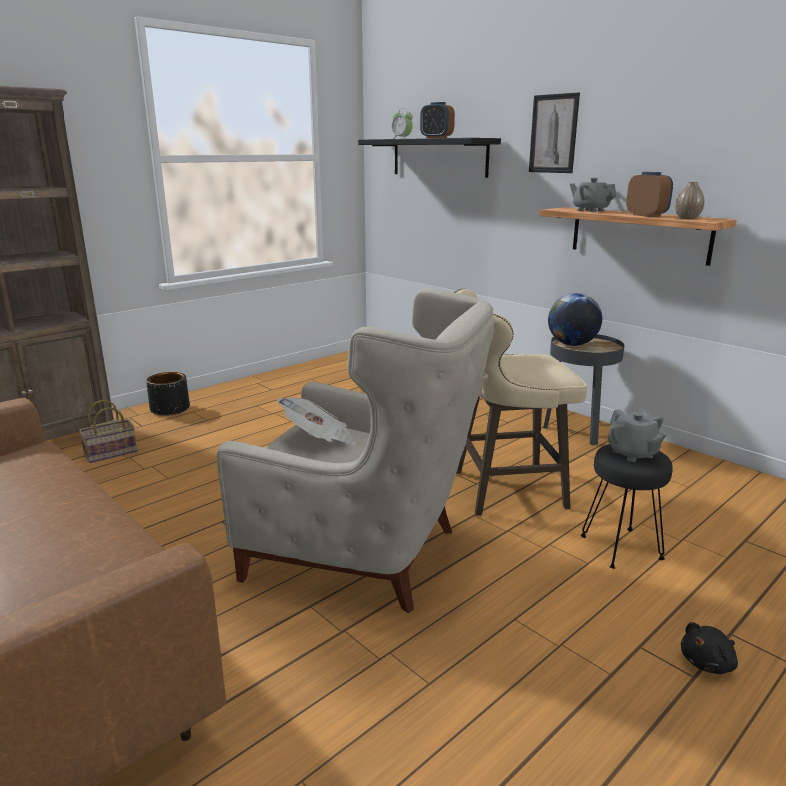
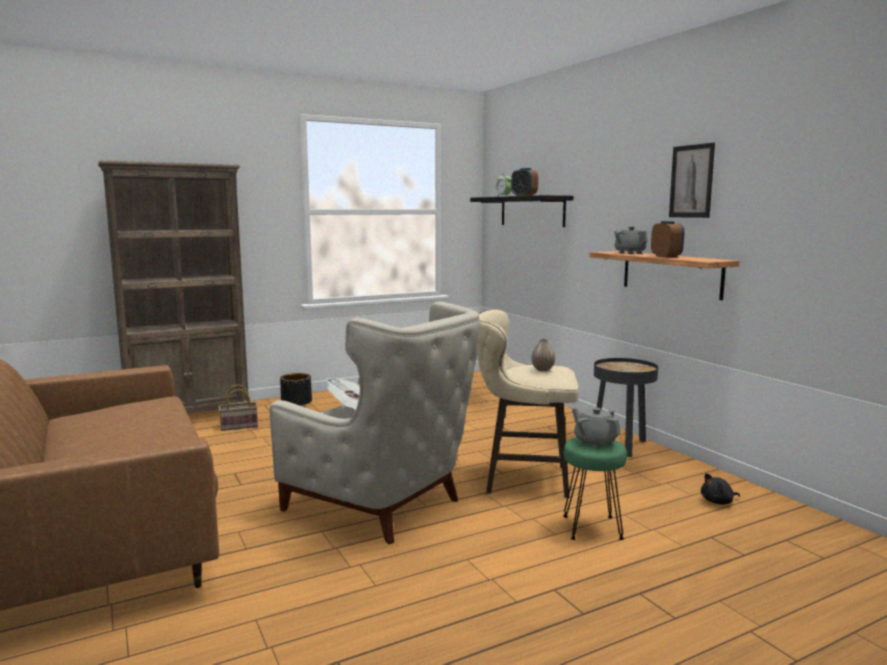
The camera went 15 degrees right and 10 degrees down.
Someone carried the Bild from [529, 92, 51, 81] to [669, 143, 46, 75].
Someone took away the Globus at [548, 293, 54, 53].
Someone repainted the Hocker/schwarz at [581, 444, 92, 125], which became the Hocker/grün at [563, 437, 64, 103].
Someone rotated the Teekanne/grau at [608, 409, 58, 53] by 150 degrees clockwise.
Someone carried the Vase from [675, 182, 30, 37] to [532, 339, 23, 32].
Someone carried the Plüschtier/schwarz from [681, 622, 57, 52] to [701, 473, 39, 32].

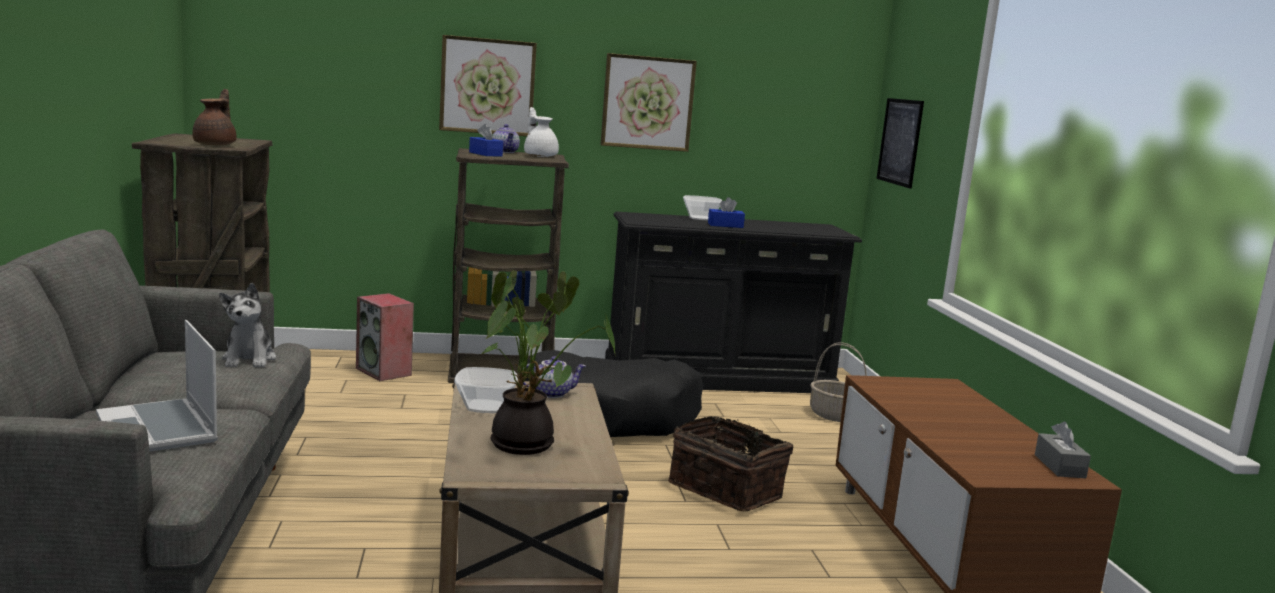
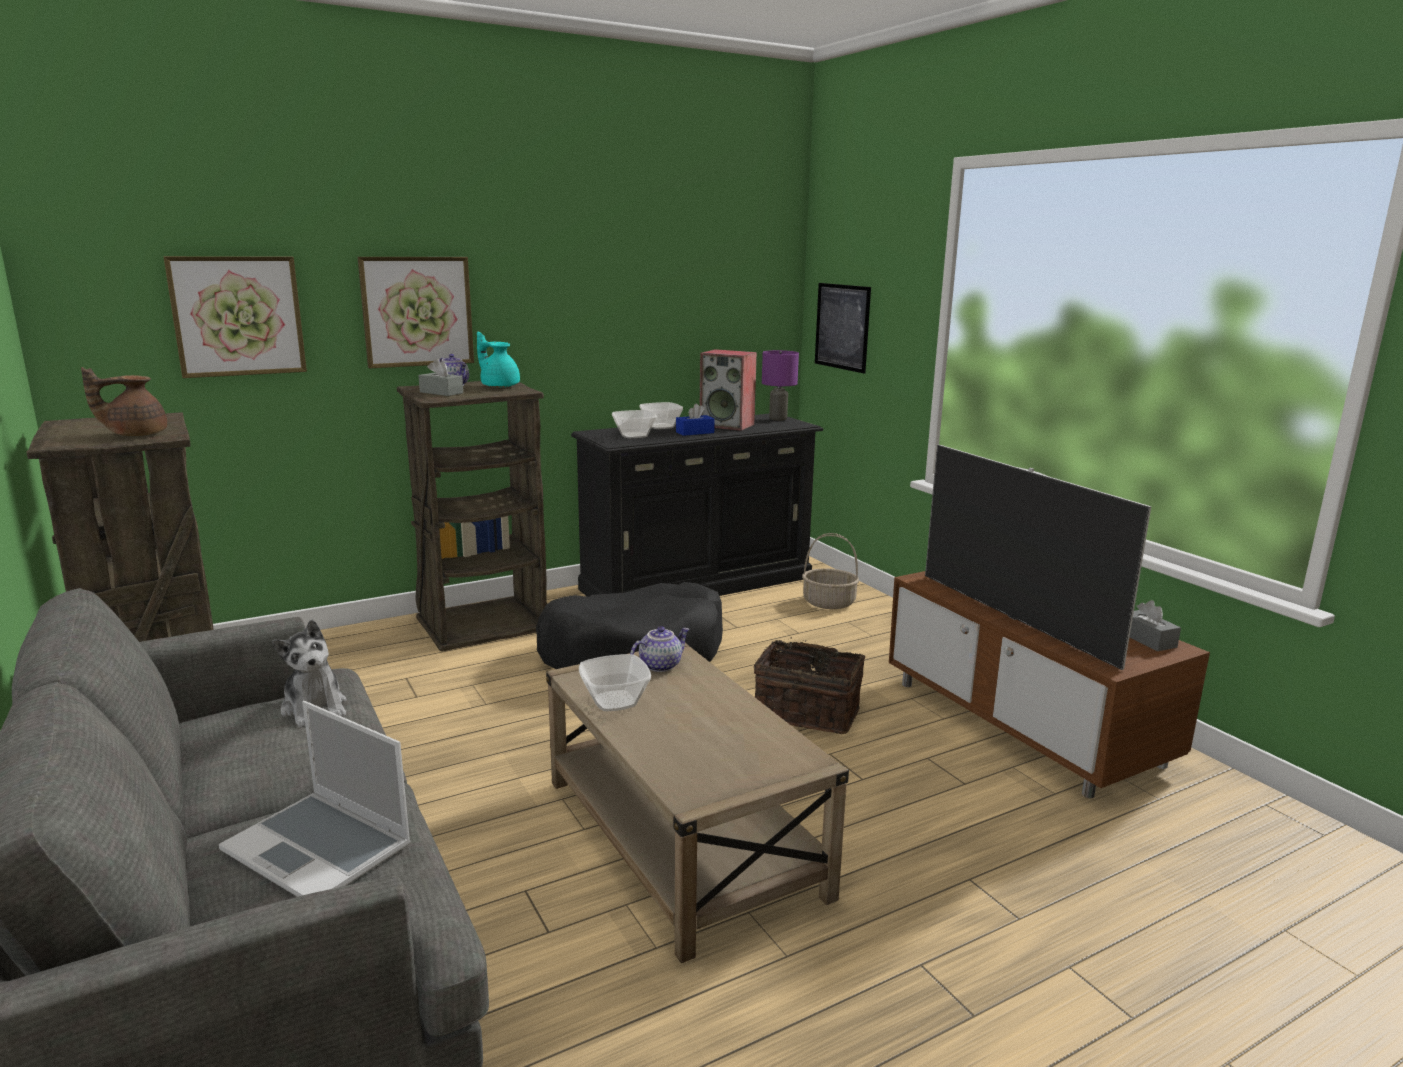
The camera went 20 degrees left and 5 degrees up.
Someone rotated the Teekanne/braun at [192, 89, 44, 56] by 105 degrees counterclockwise.
Someone carried the Lautsprecher from [356, 293, 58, 88] to [700, 349, 57, 82].
Someone repainted the Taschentuchbox/blau at [469, 124, 34, 33], which became the Taschentuchbox/grau at [418, 359, 45, 37].
Someone took away the Topfpflanze at [480, 270, 136, 185].
Someone repainted the Teekanne/weiß at [524, 107, 35, 50], which became the Teekanne/türkis at [477, 332, 43, 55].
Someone carried the Bild from [601, 53, 96, 99] to [164, 256, 143, 122].
Someone put down the Schüssel at [612, 410, 45, 28].
Someone put down the Tischlampe/lila at [762, 350, 37, 71].
Someone put down the Fernseher at [925, 445, 226, 225].

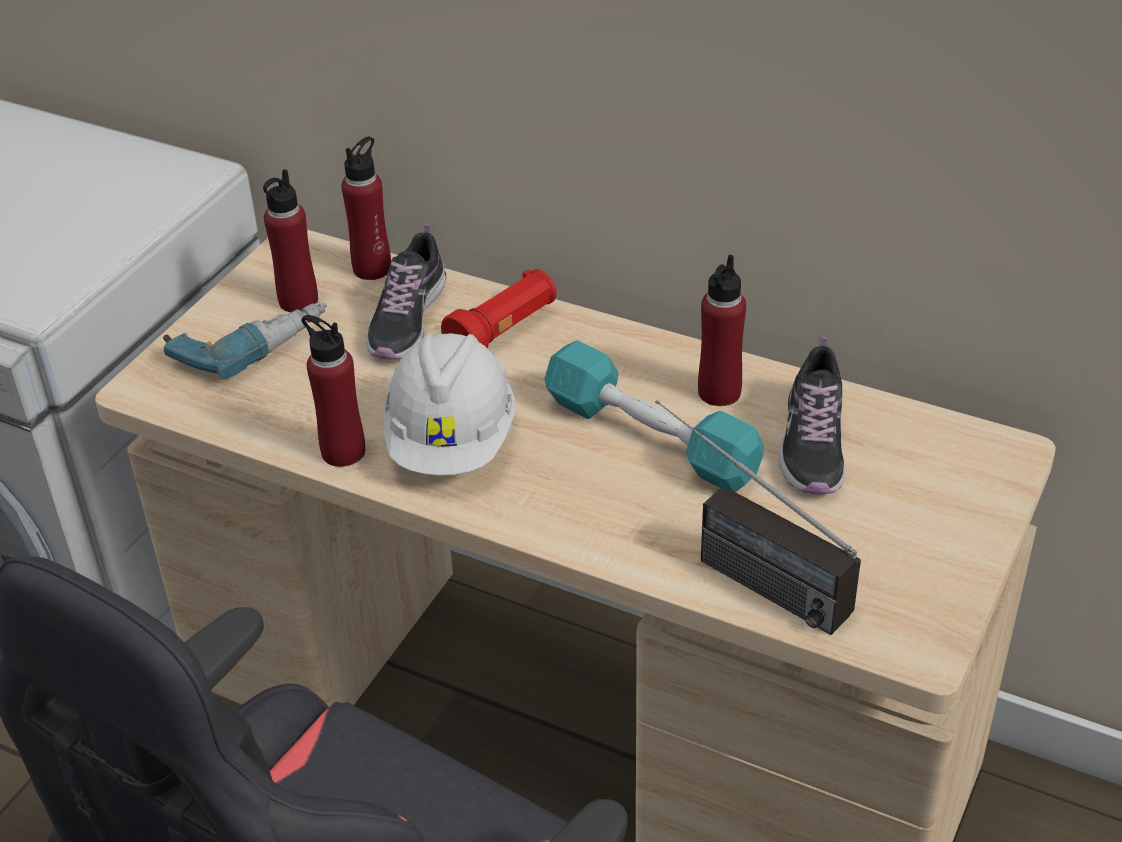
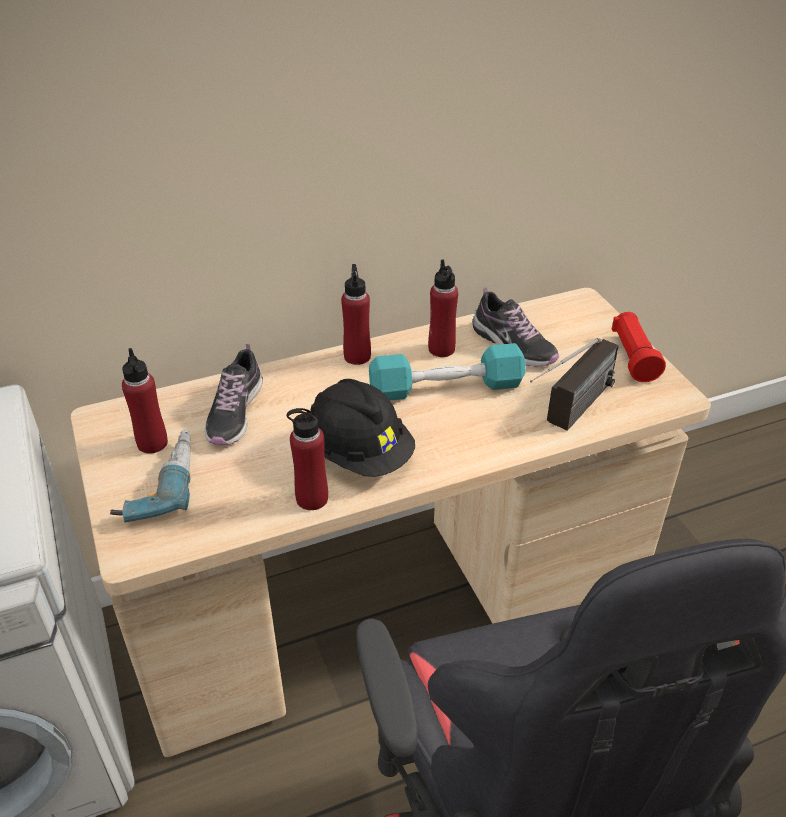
The camera went 50 degrees left and 0 degrees up.
Someone carried the Flasche/rot from [341, 137, 50, 143] to [341, 264, 30, 101].
Someone rotated the Schuh at [366, 224, 80, 136] by 45 degrees clockwise.
Someone repainted the Schutzhelm/weiß at [383, 333, 132, 143], which became the Schutzhelm/schwarz at [314, 379, 101, 98].
Someone carried the Taschenlampe/rot from [441, 269, 116, 79] to [612, 312, 54, 70].
Someone rotated the Radio at [655, 400, 206, 235] by 45 degrees counterclockwise.

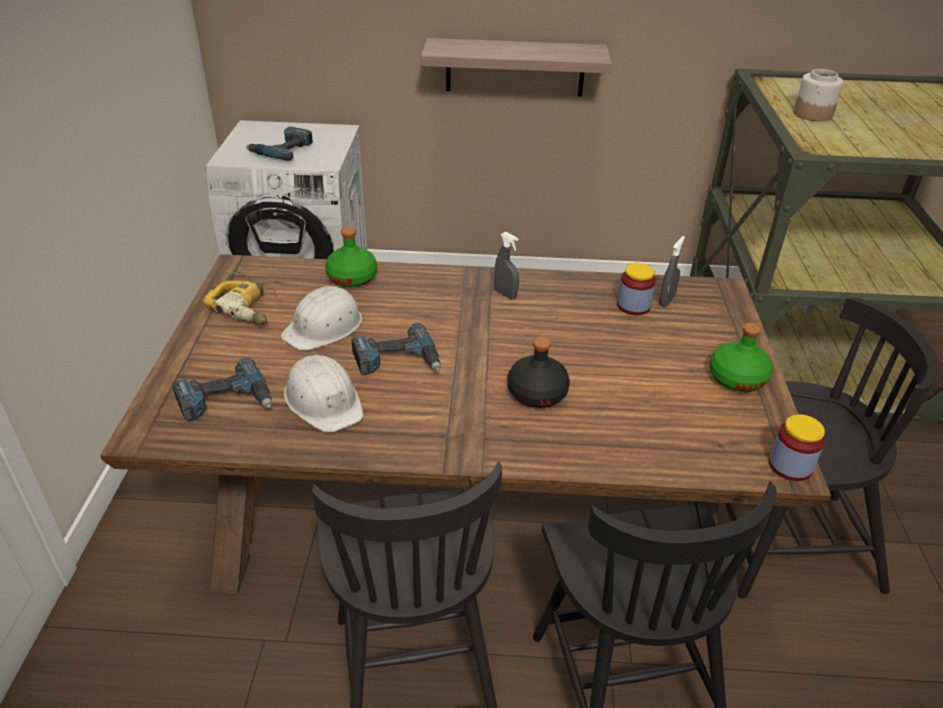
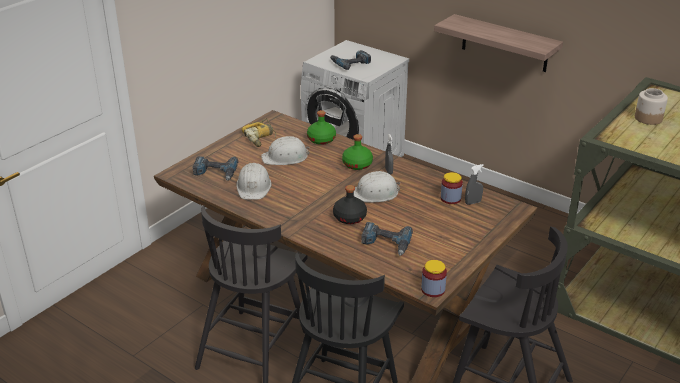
The camera went 35 degrees right and 5 degrees down.
Someone carried the Bohrmaschine from [351, 323, 90, 52] to [361, 222, 52, 34].
Someone carried the Flasche/grün from [709, 323, 64, 69] to [342, 134, 31, 36].
Someone put down the Schutzhelm/weiß at [354, 171, 46, 32].

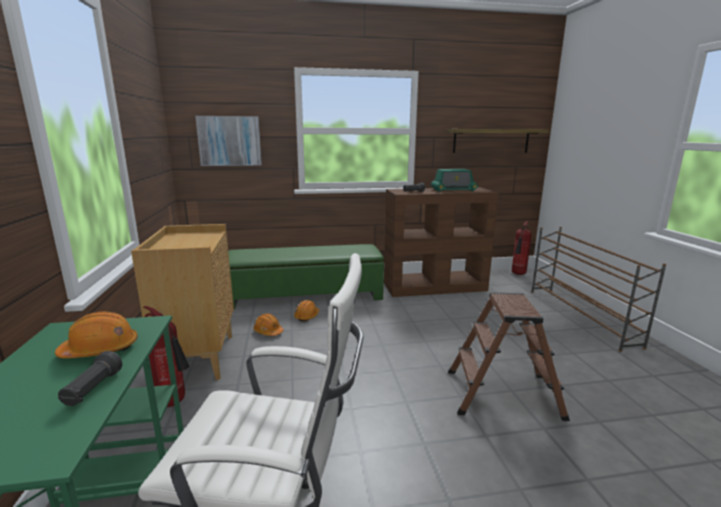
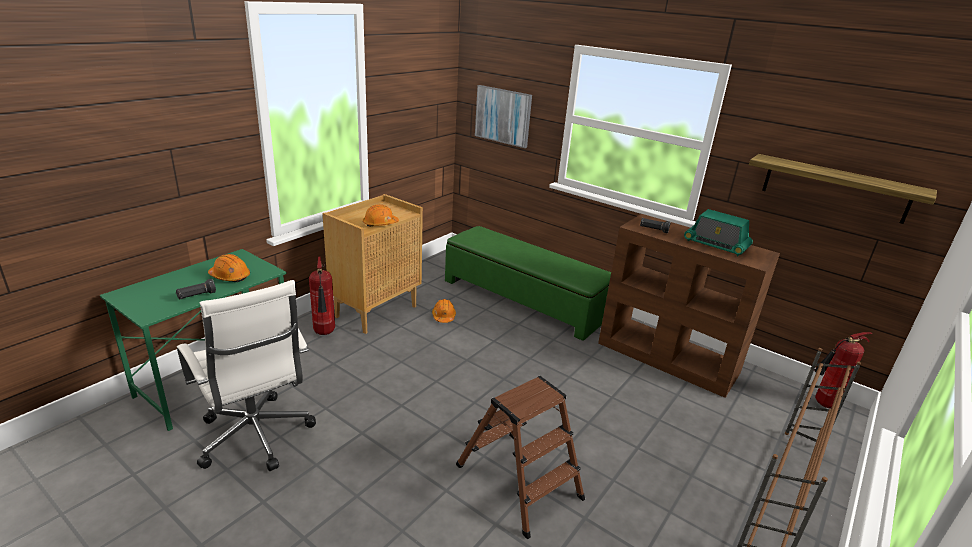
The camera went 45 degrees right and 10 degrees up.
Someone carried the Schutzhelm/orange from [294, 300, 25, 22] to [363, 204, 36, 23].

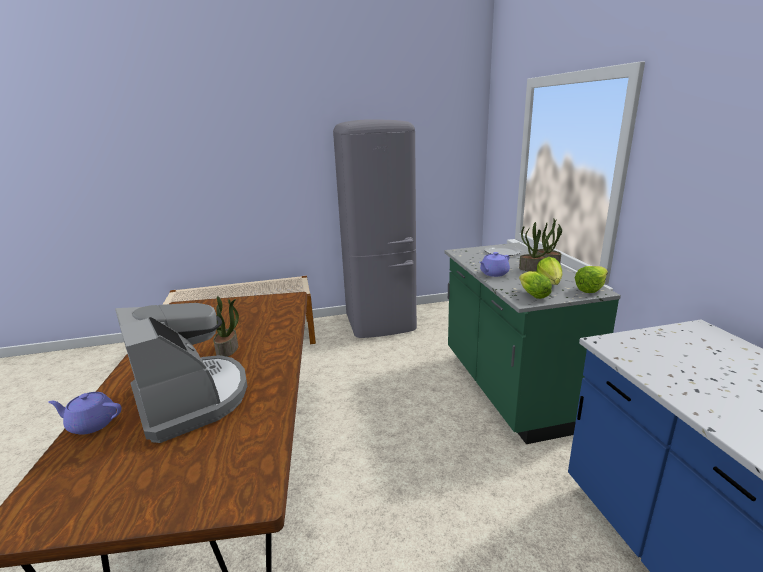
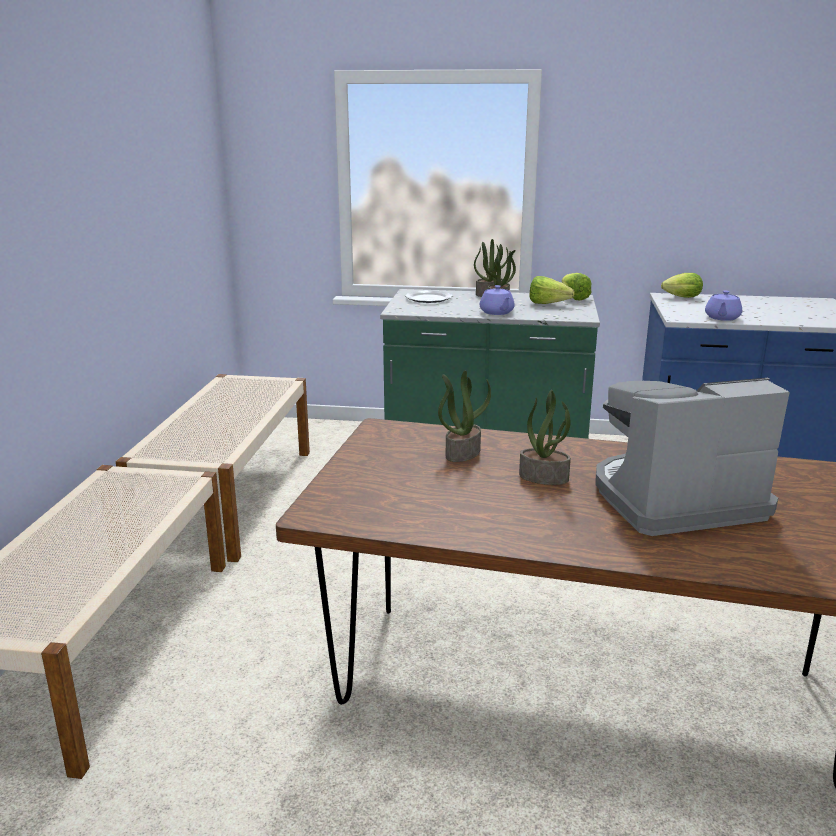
The camera went 70 degrees left and 0 degrees up.
Someone carried the Teekanne/lila from [48, 392, 74, 43] to [705, 291, 37, 30].
Someone swapped the Kühlschrank/grau at [333, 119, 84, 219] for the Bank/beige at [116, 374, 194, 188].
Someone carried the Salatkopf from [519, 271, 33, 28] to [661, 273, 42, 25].
Someone put down the Topfpflanze at [438, 371, 53, 91].

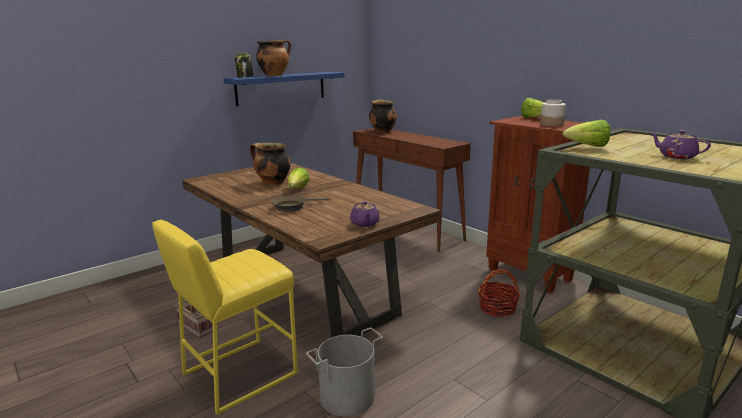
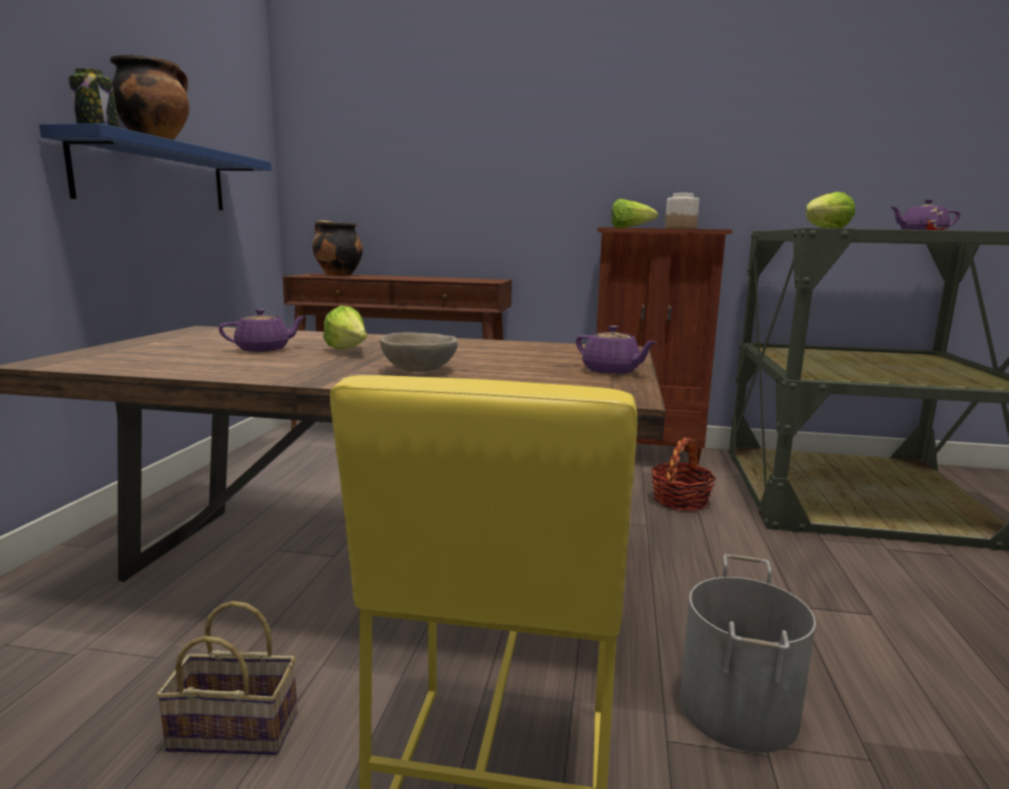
The camera went 40 degrees left and 5 degrees down.
Someone swapped the Kochtopf at [250, 143, 41, 42] for the Teekanne/lila at [218, 309, 88, 43].
Someone swapped the Pfanne/braun at [271, 196, 59, 16] for the Schüssel/beige at [380, 332, 78, 40].

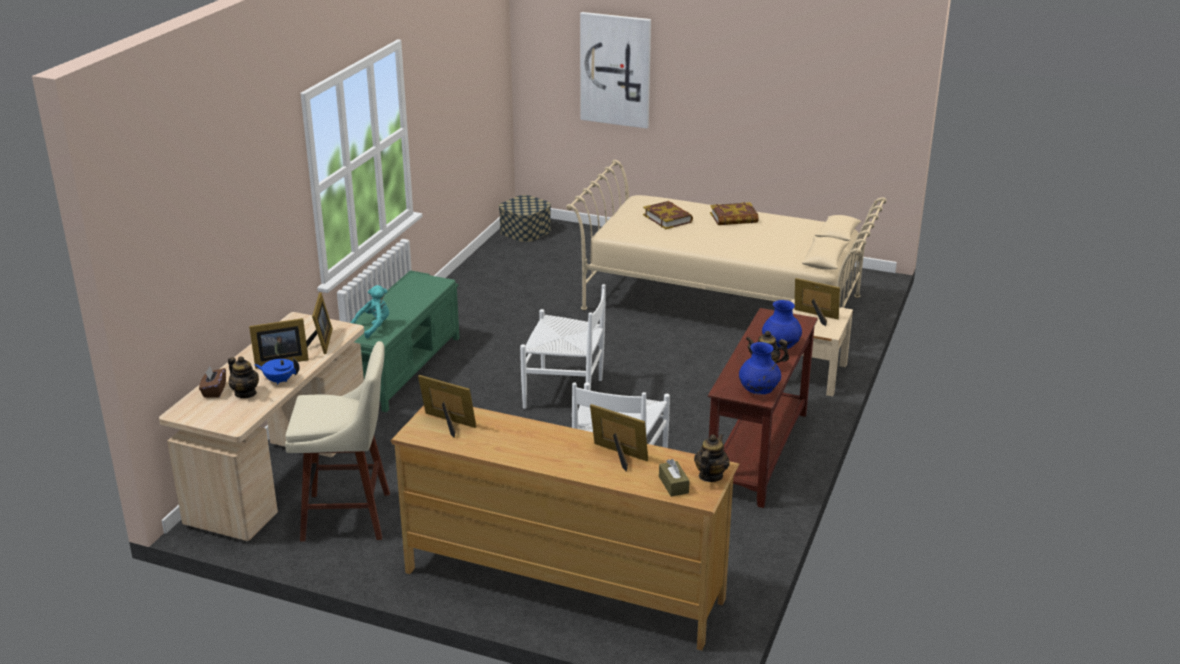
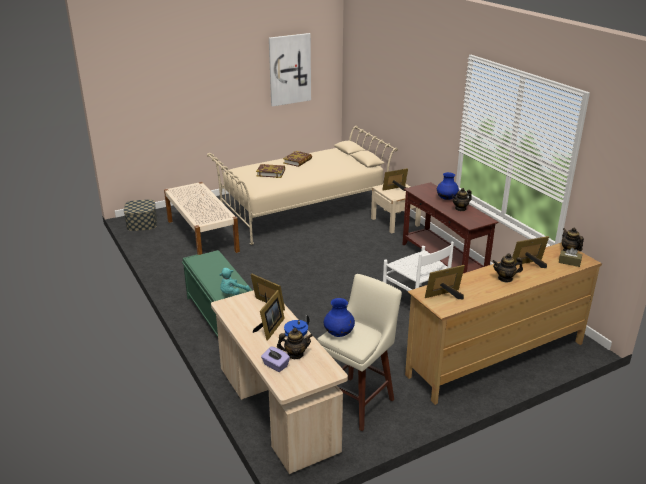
The camera went 50 degrees left and 0 degrees up.
Someone repainted the Taschentuchbox/braun at [199, 366, 27, 32], which became the Taschentuchbox/lila at [261, 347, 29, 25].
Someone rotated the Plüschtier/türkis at [351, 285, 38, 53] by 135 degrees counterclockwise.
Someone took away the Stuhl/weiß at [520, 284, 86, 125].
Someone carried the Bild from [580, 12, 71, 117] to [269, 33, 42, 74].
Someone carried the Vase/blau from [739, 342, 42, 53] to [324, 298, 31, 39].
Someone put down the Bank/beige at [164, 182, 76, 73].
Someone put down the Teekanne at [492, 253, 31, 29].

